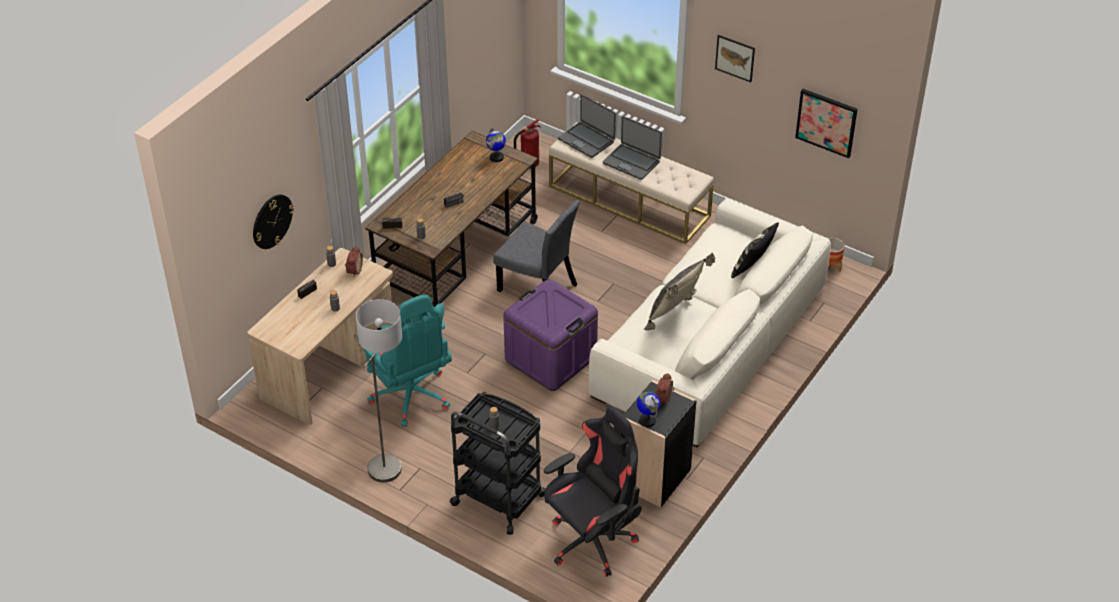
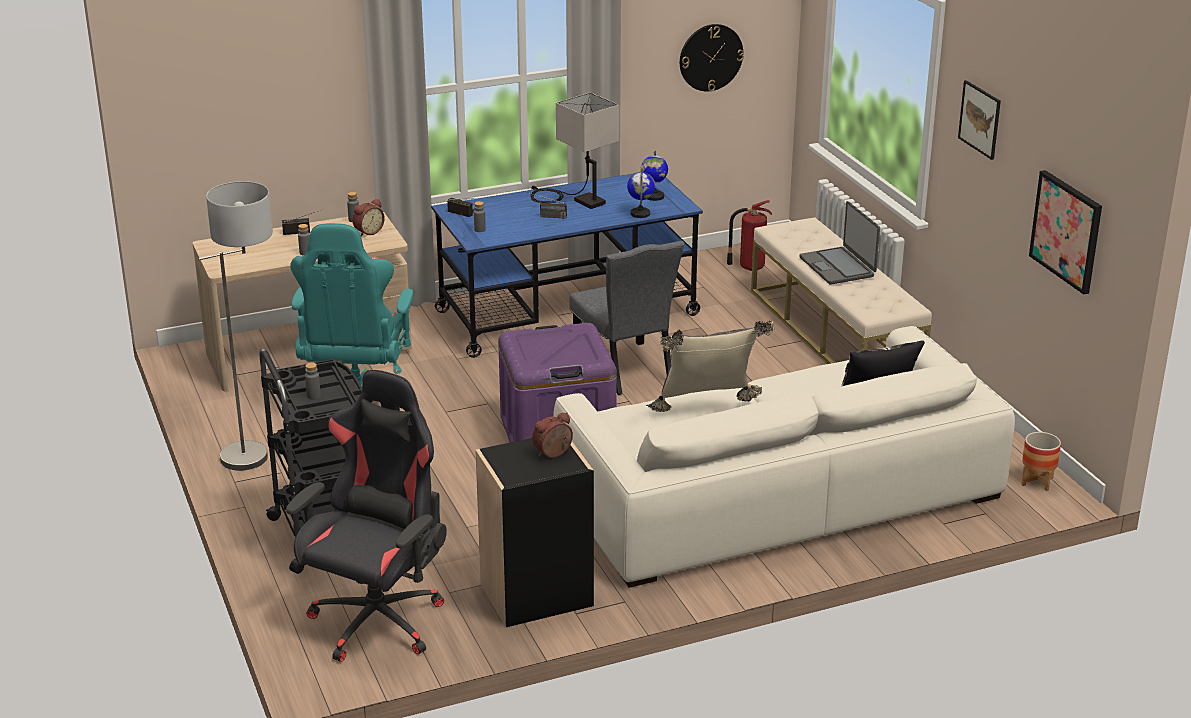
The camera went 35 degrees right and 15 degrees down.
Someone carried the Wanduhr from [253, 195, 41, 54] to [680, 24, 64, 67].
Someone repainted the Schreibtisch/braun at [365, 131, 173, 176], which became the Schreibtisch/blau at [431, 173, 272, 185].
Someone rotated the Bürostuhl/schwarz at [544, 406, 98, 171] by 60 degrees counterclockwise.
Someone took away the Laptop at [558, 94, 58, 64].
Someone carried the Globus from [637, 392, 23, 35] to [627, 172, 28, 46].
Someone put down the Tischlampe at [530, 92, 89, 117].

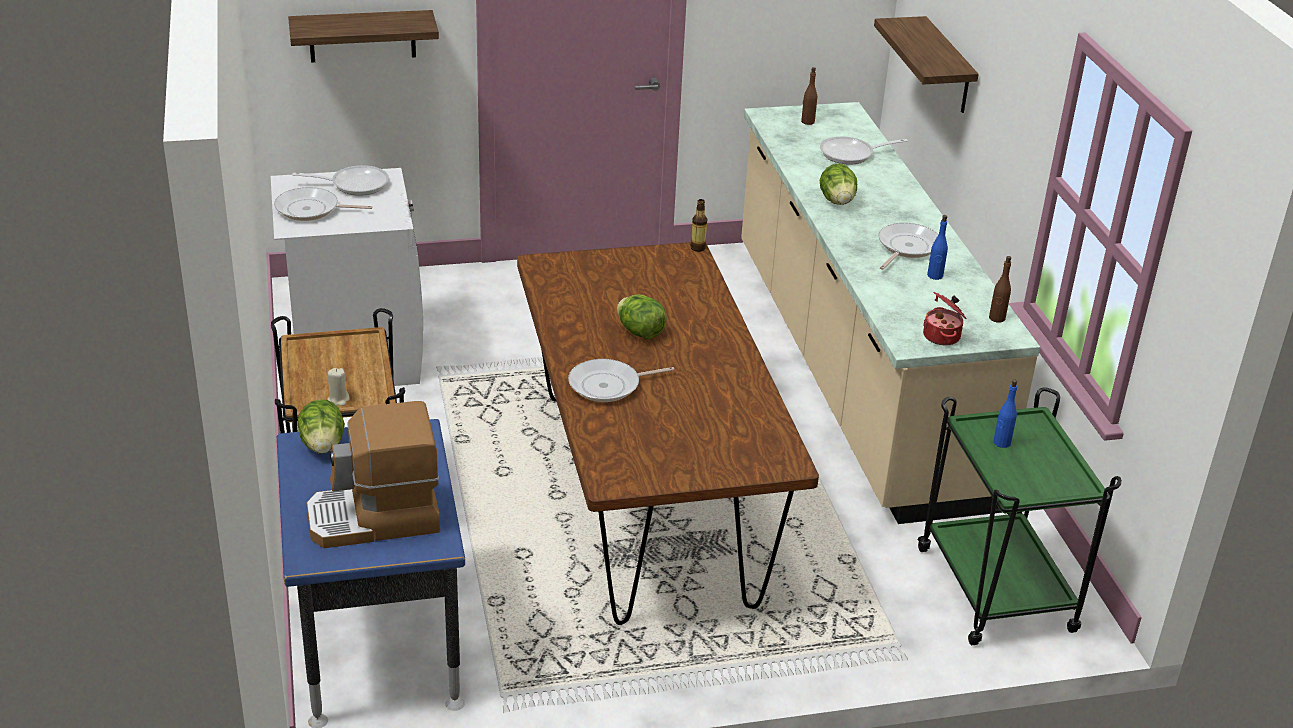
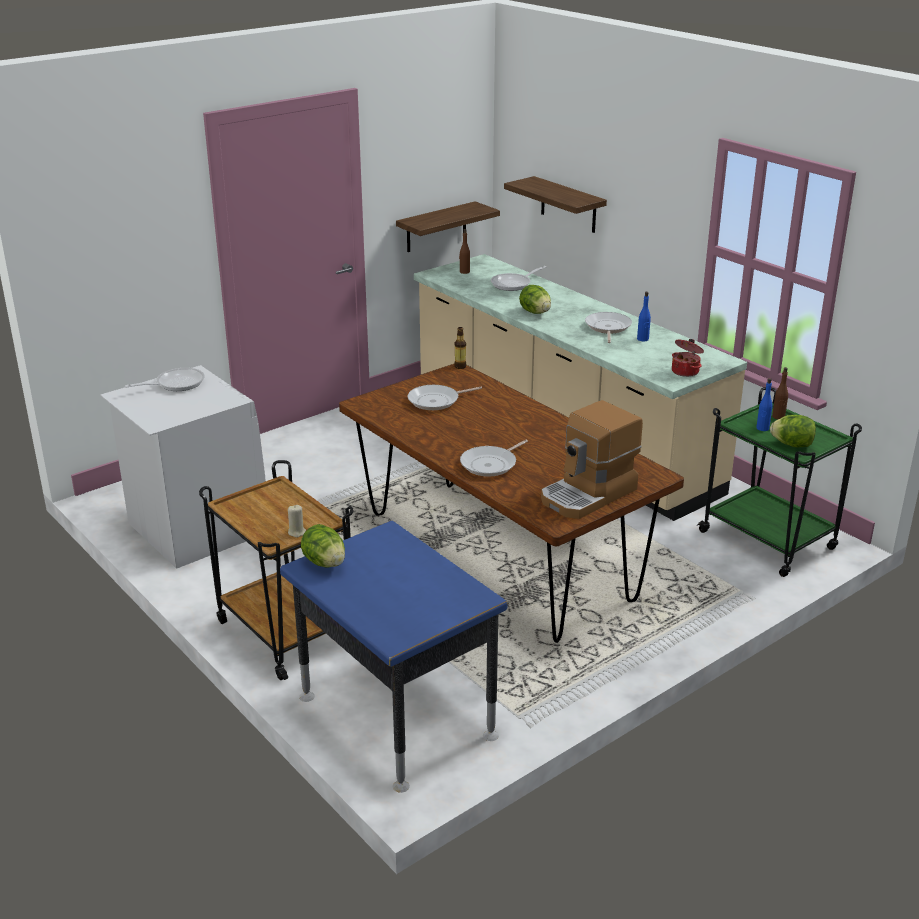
The camera went 25 degrees left and 5 degrees down.
Someone carried the Pfanne from [274, 187, 98, 34] to [408, 385, 74, 25].
Someone carried the Wandregal from [288, 10, 151, 52] to [396, 201, 104, 51].
Someone carried the Kaffeemaschine from [306, 401, 134, 147] to [541, 400, 102, 119].
Someone carried the Salatkopf from [617, 294, 50, 46] to [770, 415, 46, 32].
Someone carried the Flasche/braun from [989, 256, 22, 67] to [772, 367, 16, 52].

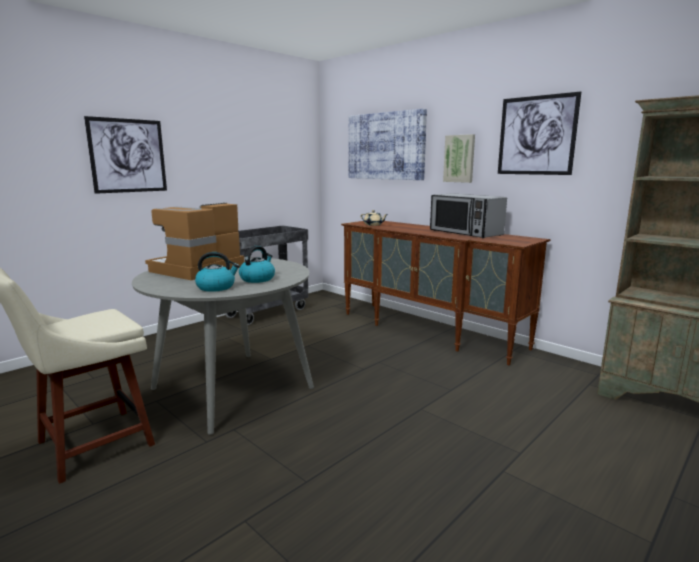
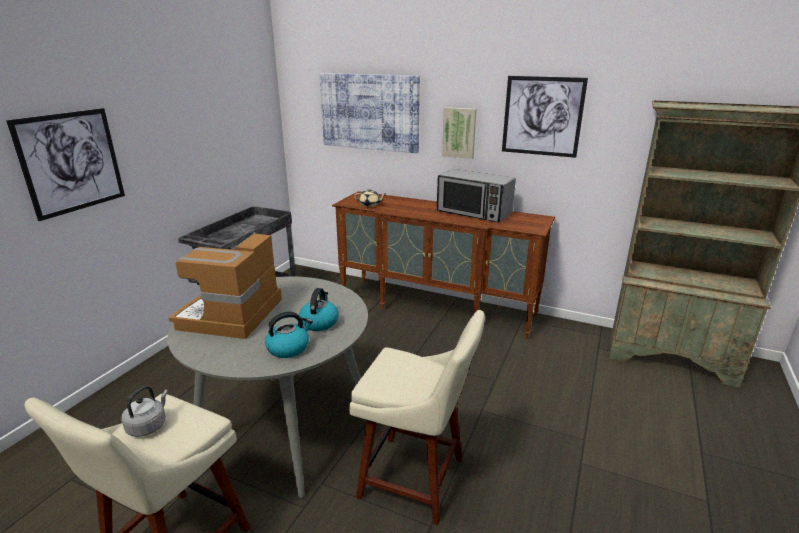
The camera went 20 degrees left and 10 degrees up.
Someone put down the Wasserkessel/grau at [122, 386, 46, 51].
Someone put down the Hocker/beige at [349, 310, 136, 215].

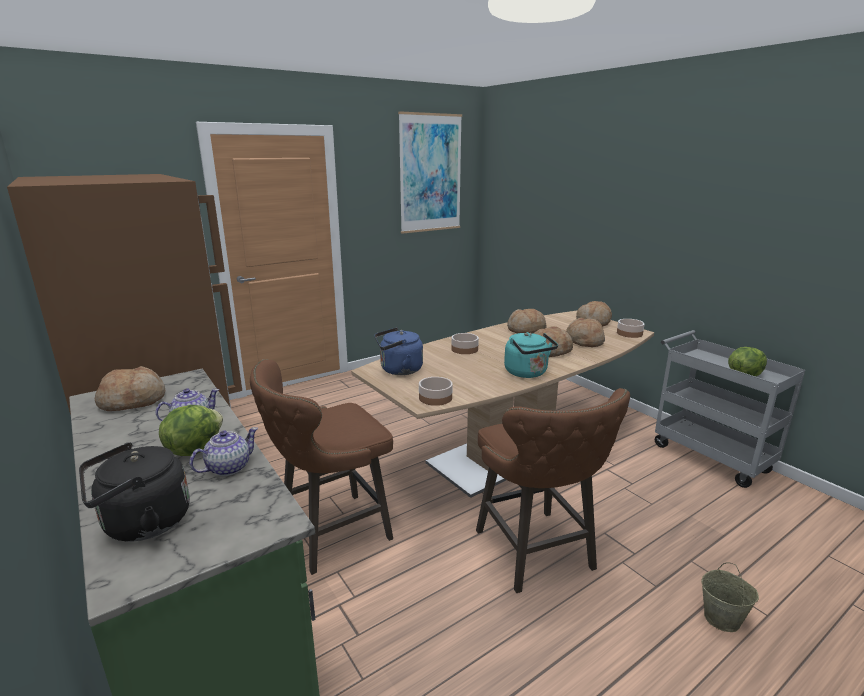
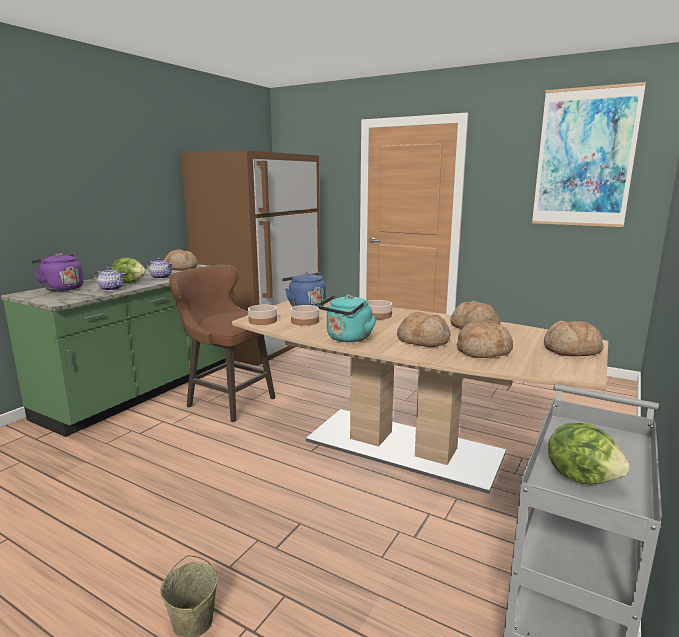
The camera went 65 degrees right and 5 degrees down.
Someone repainted the Wasserkessel/schwarz at [79, 442, 111, 100], which became the Wasserkessel/lila at [31, 253, 53, 38].
Someone took away the Hocker/braun at [476, 388, 154, 205].
Someone carried the Schüssel from [617, 319, 28, 19] to [291, 305, 28, 21].

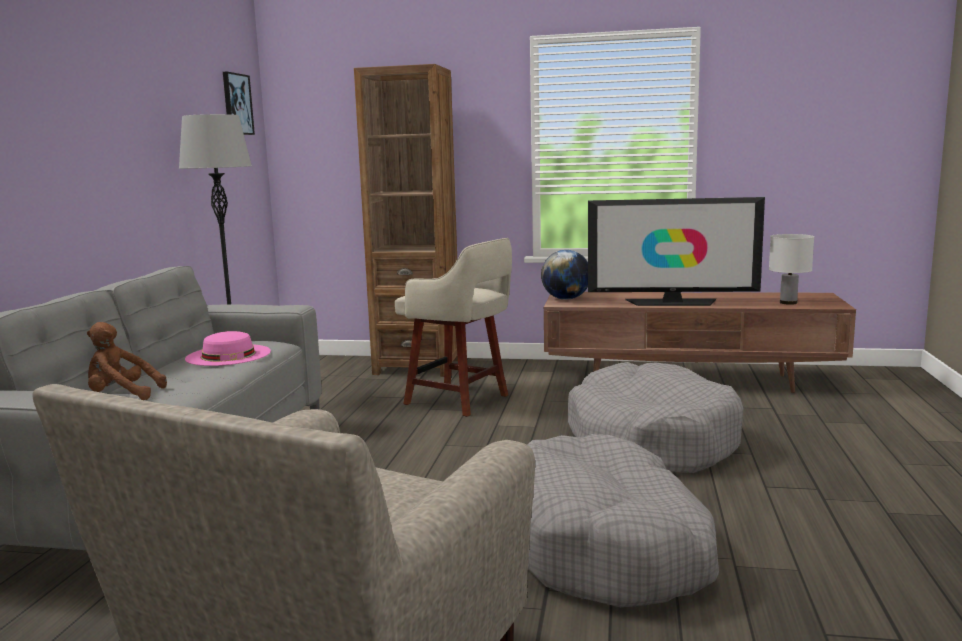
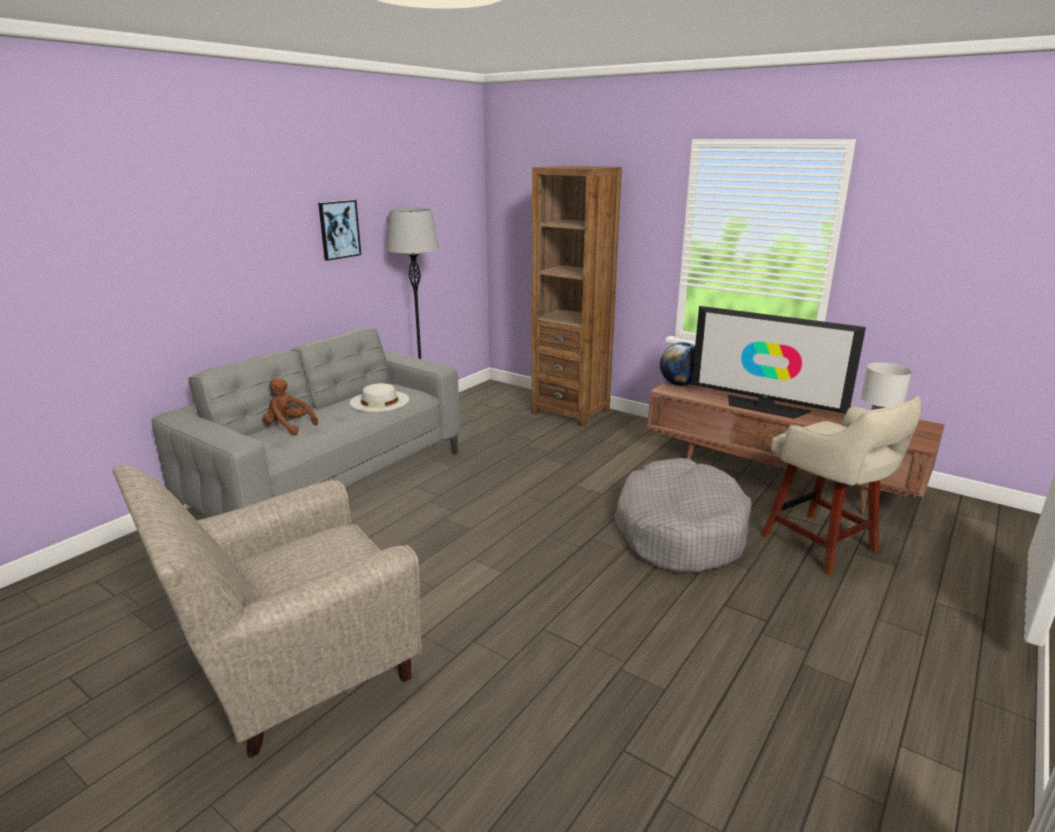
The camera went 25 degrees right and 10 degrees up.
Someone repainted the Hut/rosa at [185, 331, 86, 35], which became the Hut/weiß at [350, 383, 59, 29].
Someone carried the Bild from [223, 72, 32, 63] to [318, 200, 43, 61].
Someone carried the Hocker/beige from [395, 238, 117, 179] to [761, 396, 160, 179].
Someone took away the Hundebett/grau at [527, 434, 192, 173].

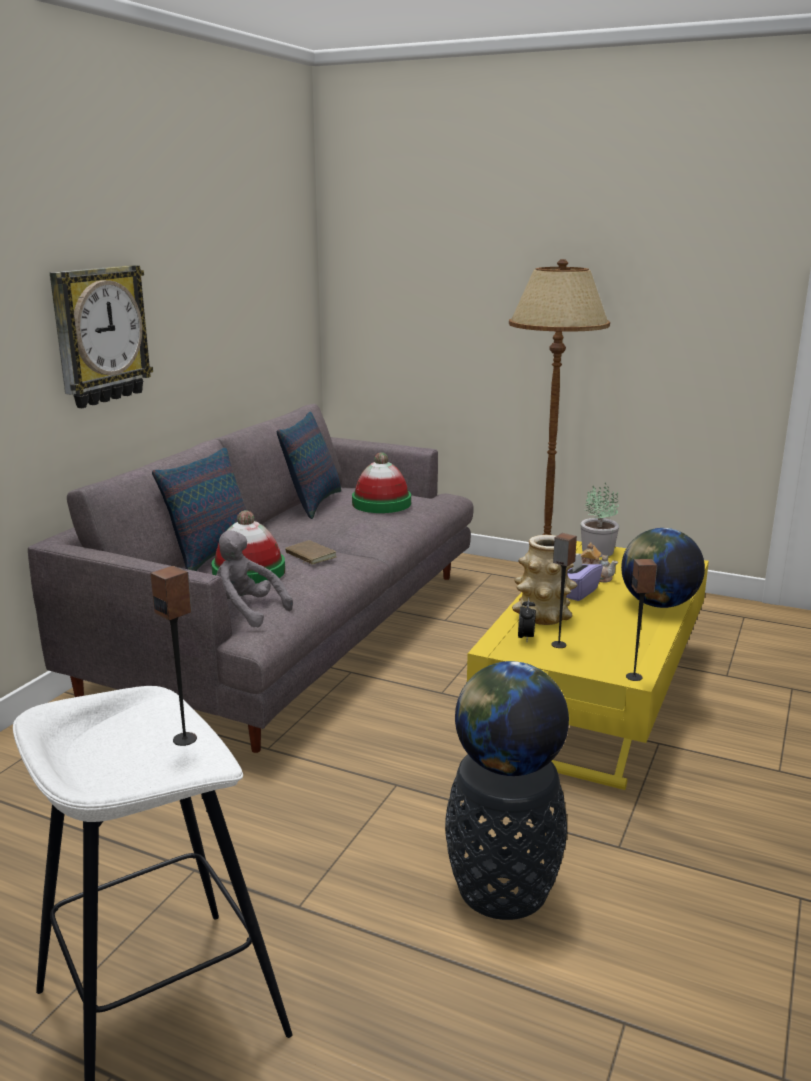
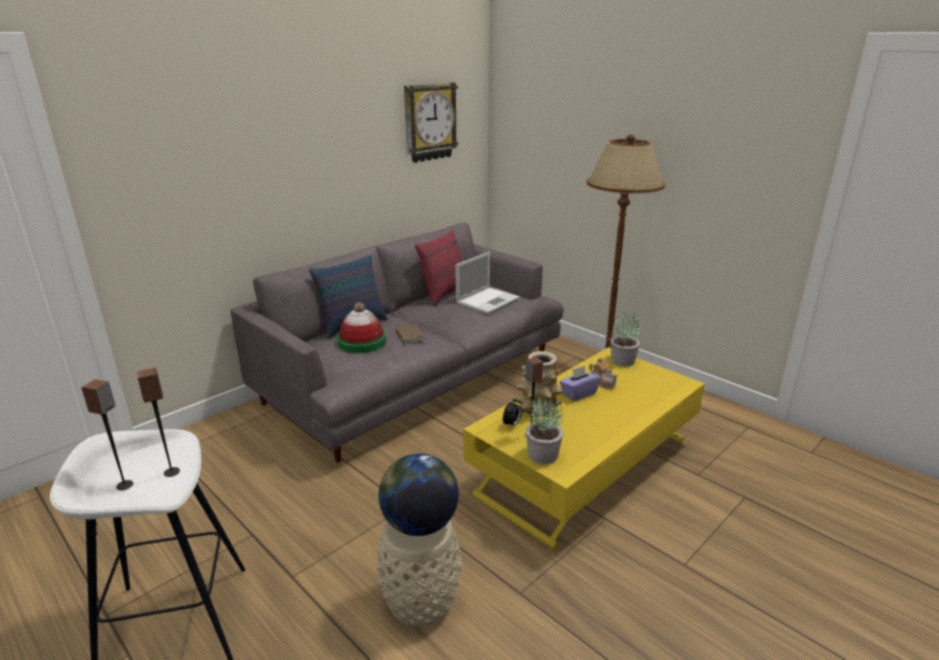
The camera went 20 degrees right and 5 degrees up.
Someone carried the Wanduhr from [50, 265, 103, 143] to [404, 83, 54, 80].
Someone took away the Plüschtier/grau at [216, 530, 77, 97].
Someone repainted the Kissen/blau at [277, 412, 64, 107], which became the Kissen/rot at [415, 230, 48, 76].
Someone swapped the Hut at [352, 452, 59, 61] for the Laptop at [456, 252, 64, 62].
Someone repainted the Hocker/schwarz at [445, 754, 122, 166], which became the Hocker/beige at [377, 520, 84, 107].
Someone took away the Globus at [621, 528, 84, 80].
Someone carried the Lautsprecher from [626, 559, 31, 122] to [81, 379, 52, 111].
Someone put down the Topfpflanze at [526, 397, 37, 67].

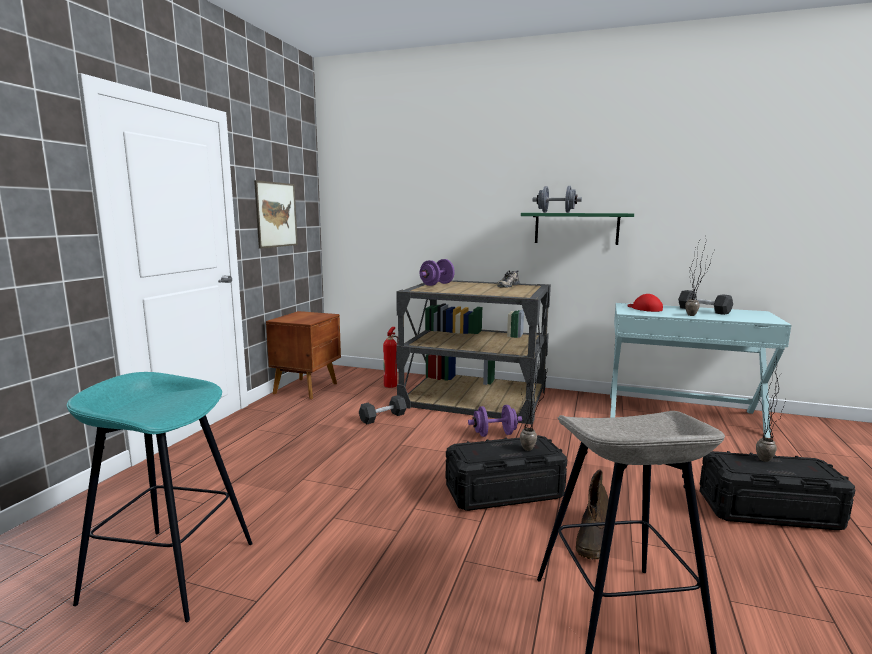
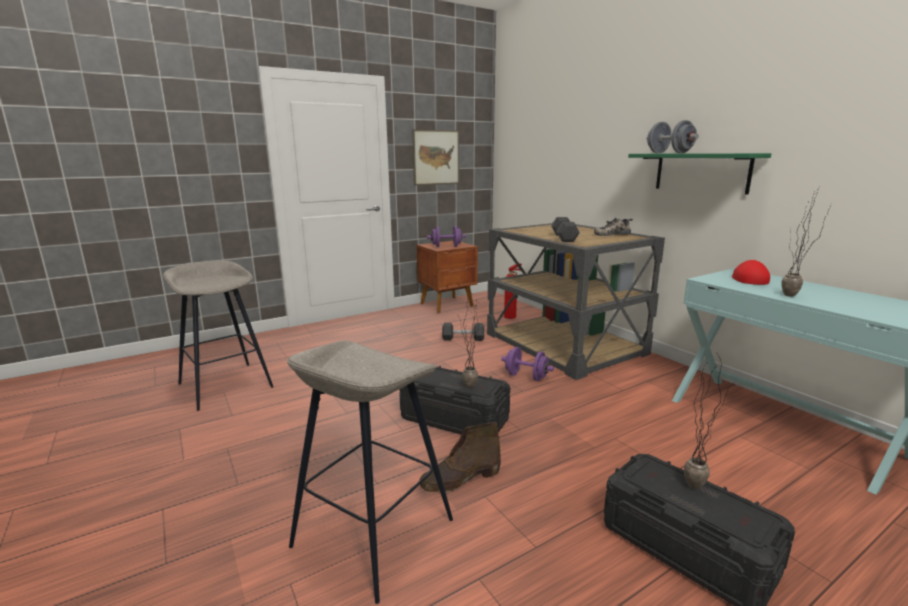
The camera went 40 degrees right and 5 degrees up.
Someone repainted the Hocker/türkis at [67, 372, 186, 250], which became the Hocker/grau at [163, 261, 110, 150].
Someone carried the Hantel/lila from [420, 259, 35, 27] to [427, 226, 39, 21].
Someone carried the Hantel/schwarz from [678, 290, 55, 25] to [551, 217, 29, 25].

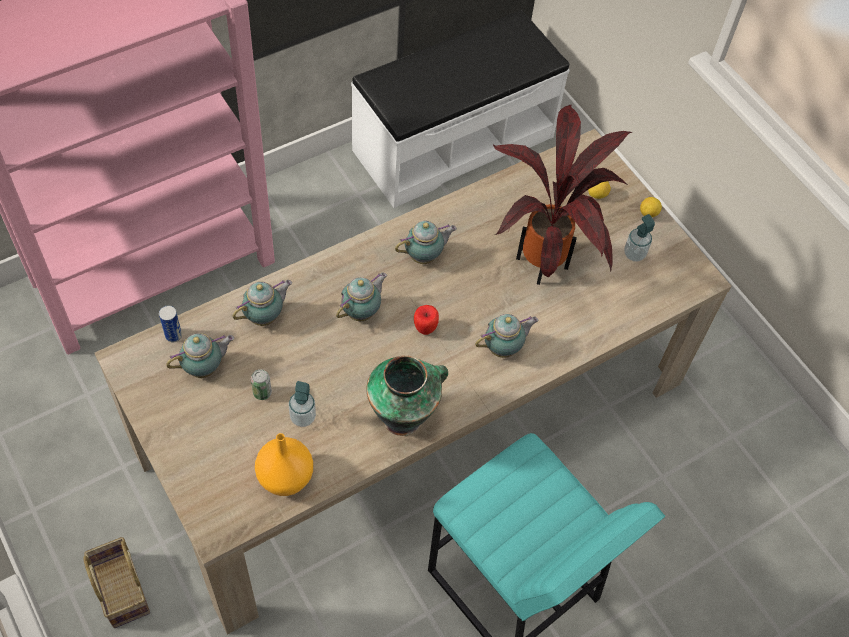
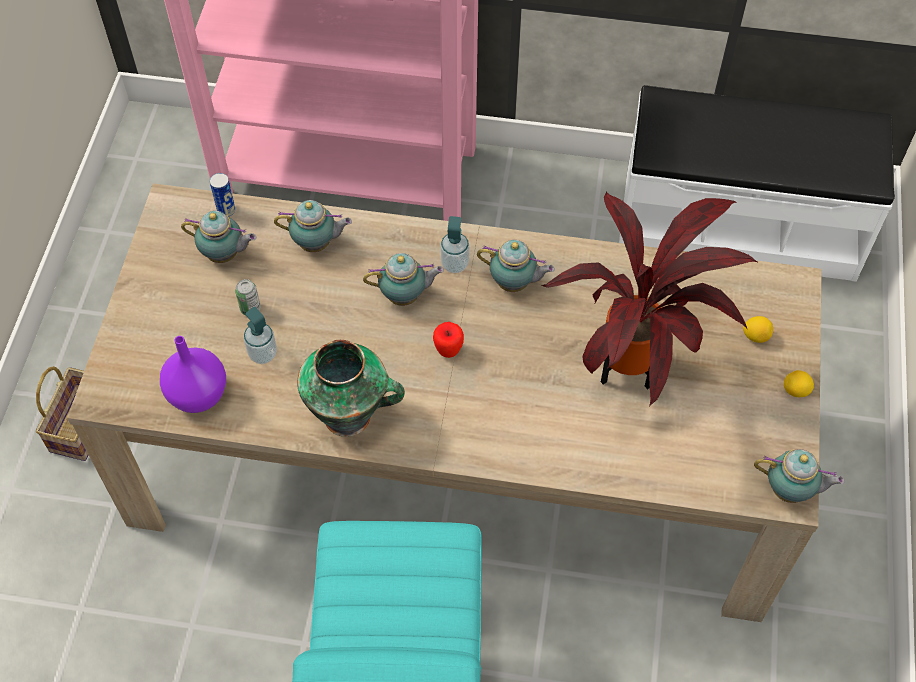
The camera went 45 degrees right and 0 degrees up.
Someone repainted the Vase/orange at [255, 433, 58, 63], which became the Vase/lila at [160, 336, 66, 77].
Someone carried the Teekanne from [475, 314, 63, 44] to [754, 449, 91, 54].
Someone carried the Seifenspender from [624, 214, 31, 48] to [440, 216, 29, 57].

